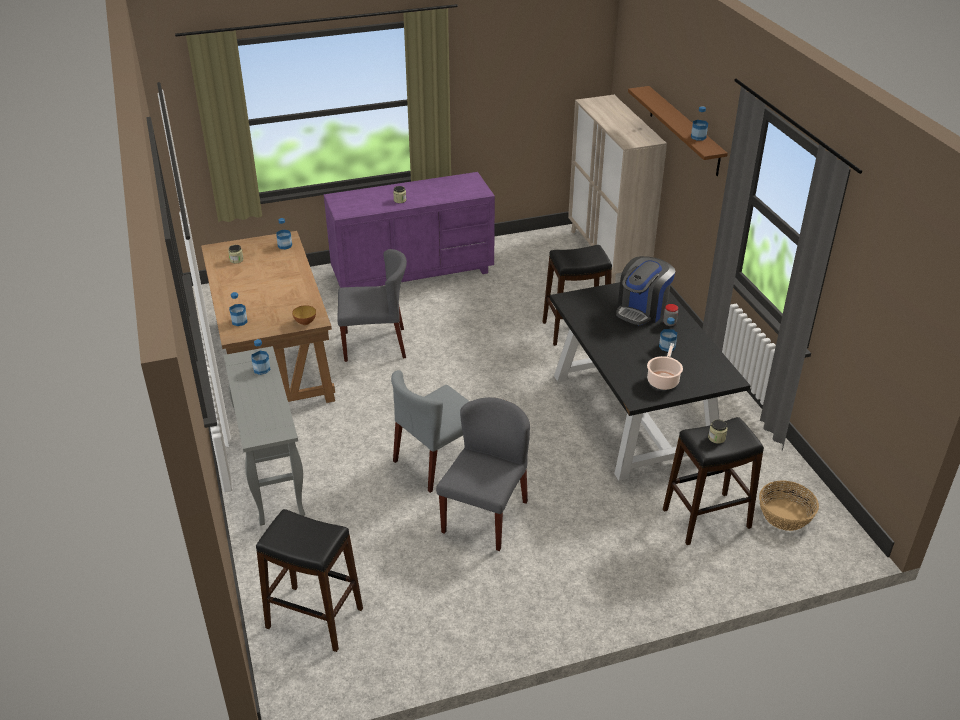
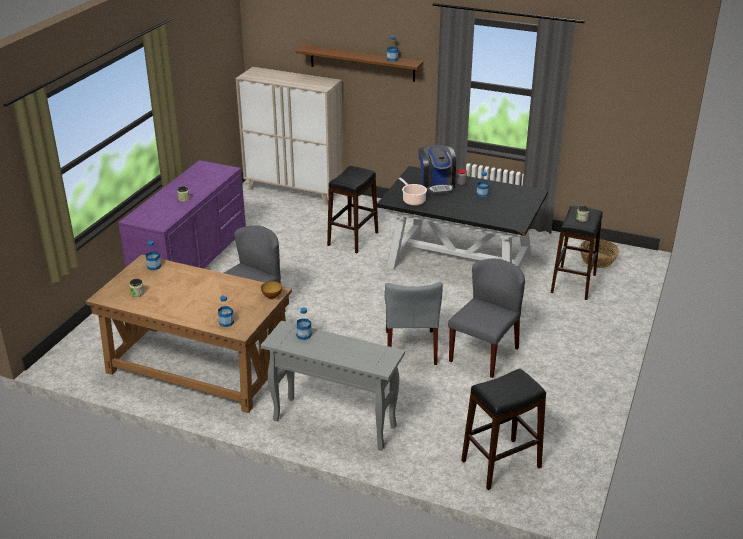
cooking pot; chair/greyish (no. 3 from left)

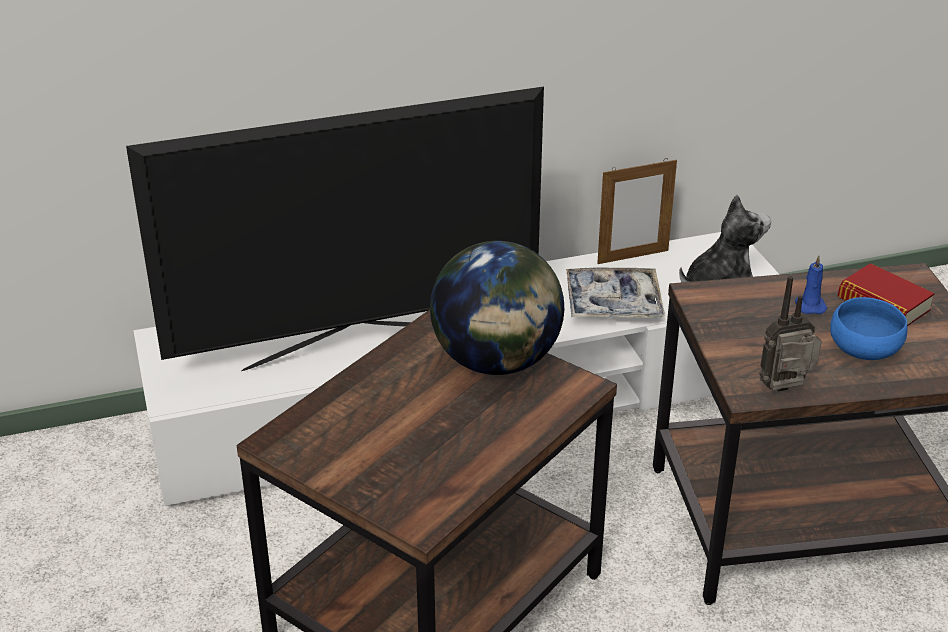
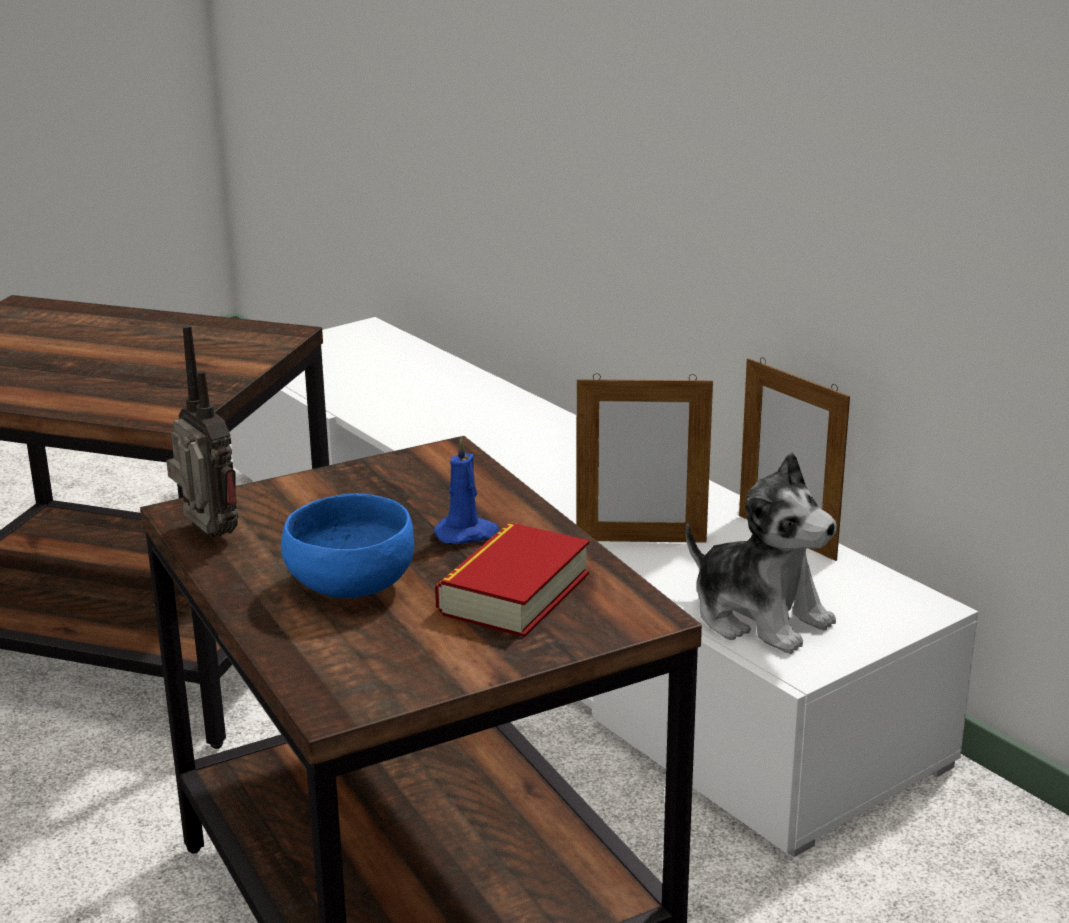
standing frame (no. 1 from left); TV; desk globe

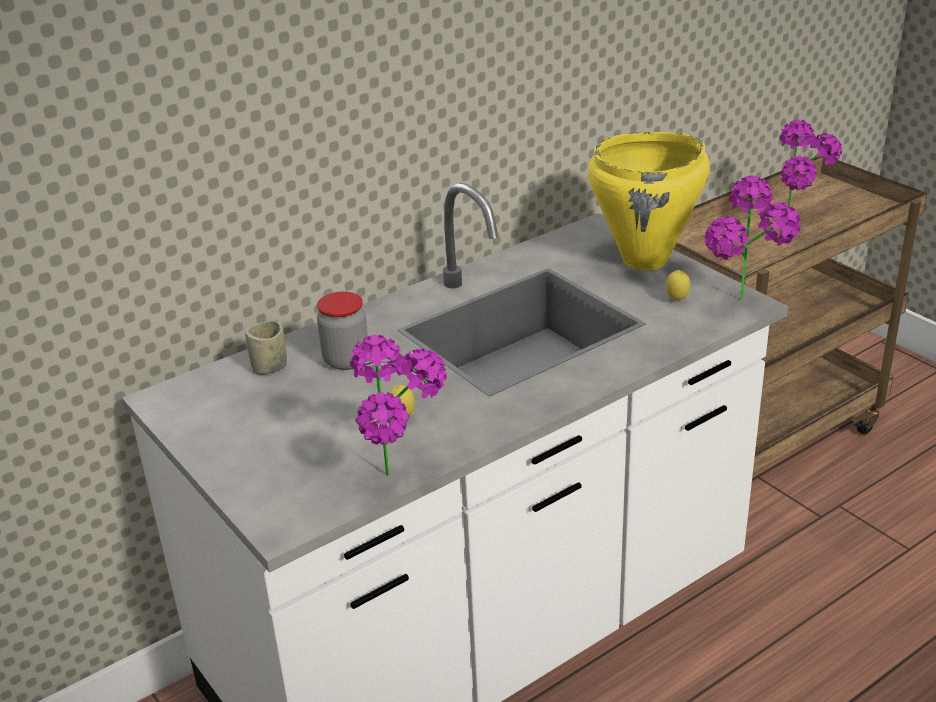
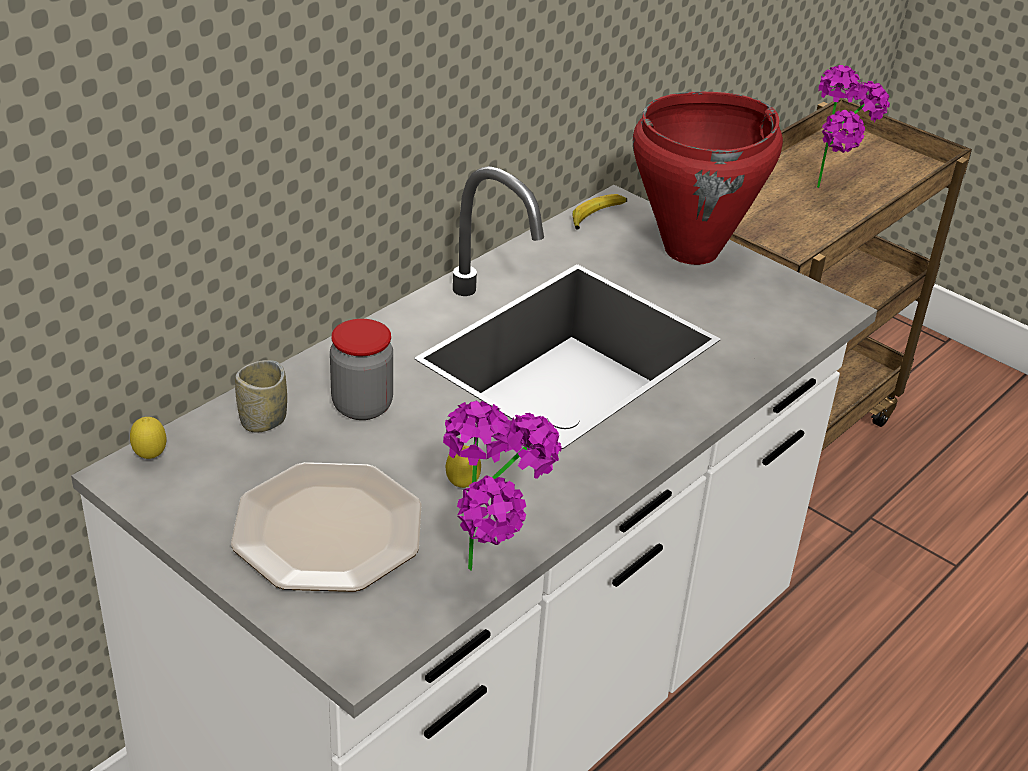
citrus fruit (no. 1 from left); dinner plate; whole banana; cooking pot/red-coloured; potted plant (no. 2 from left in the first image)

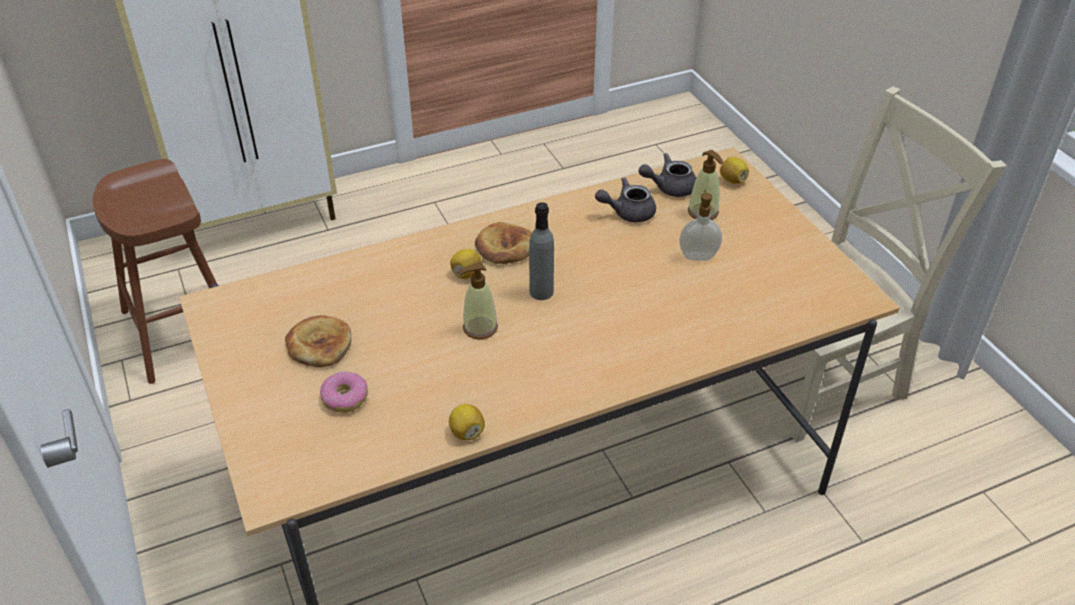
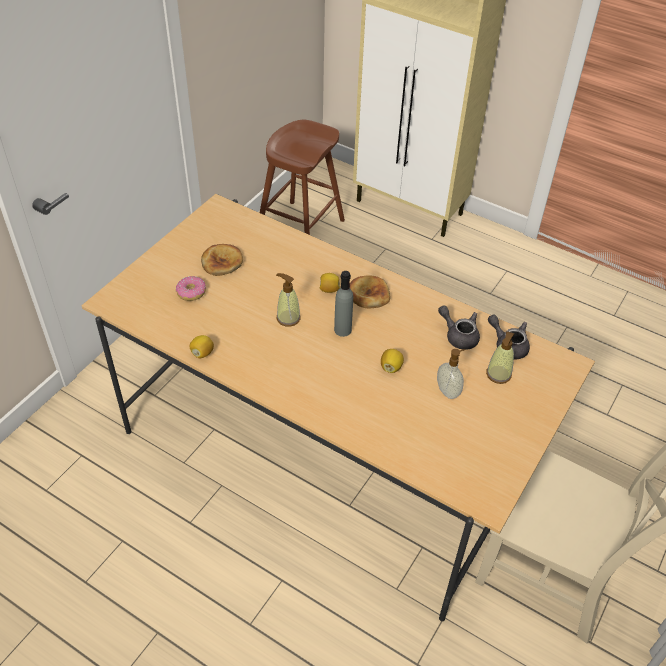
citrus fruit (no. 3 from left)

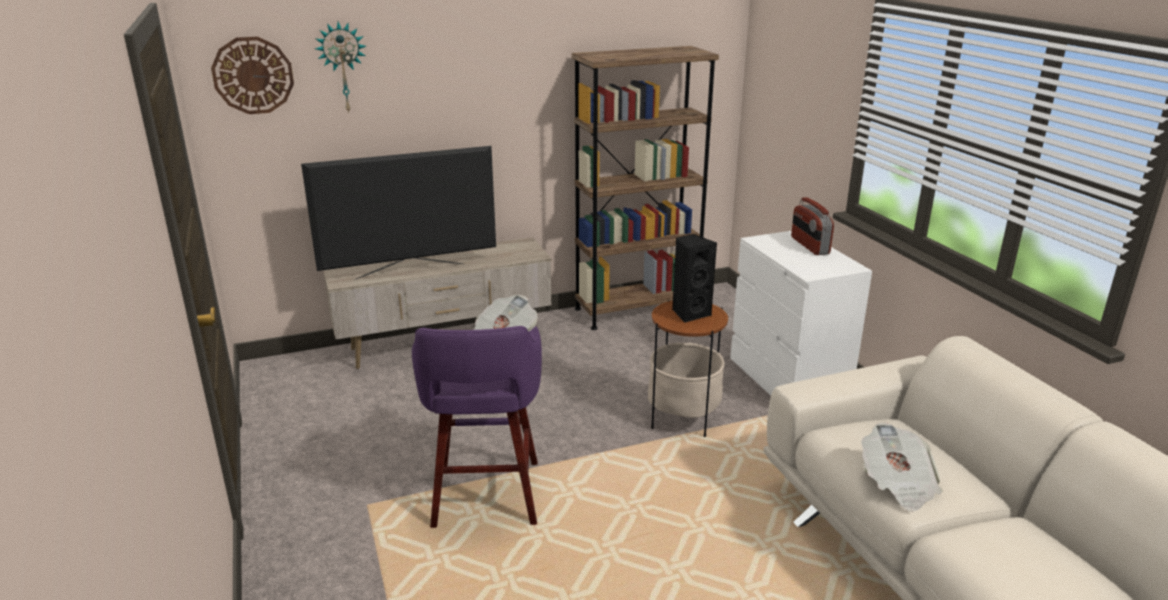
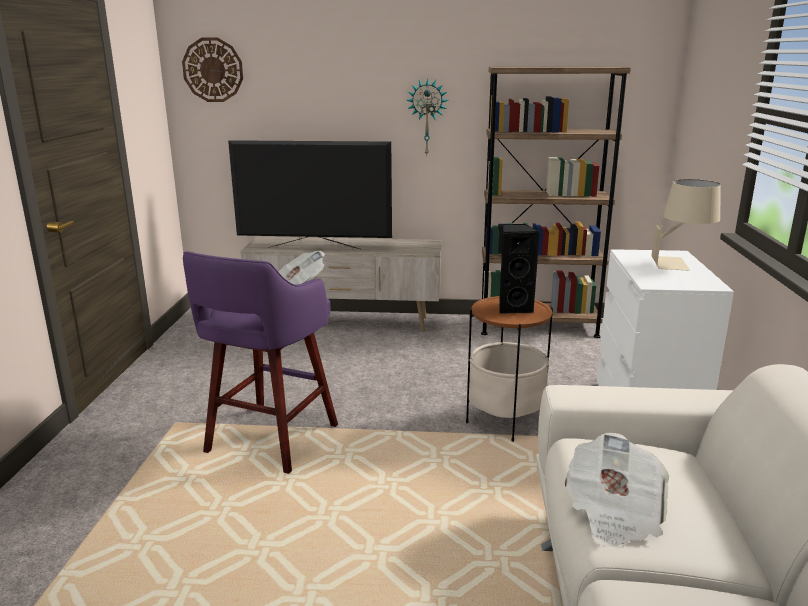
wall clock (no. 2 from left); table lamp/beige-coloured

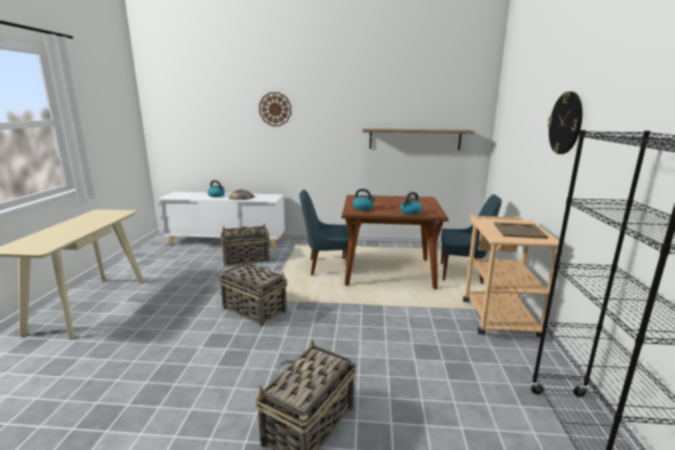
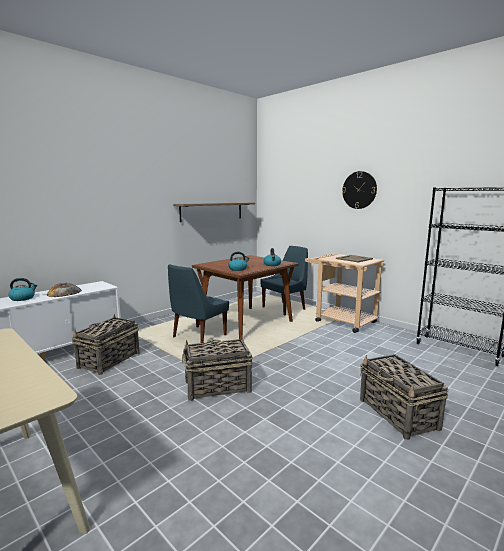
wall clock (no. 1 from left in the first image)

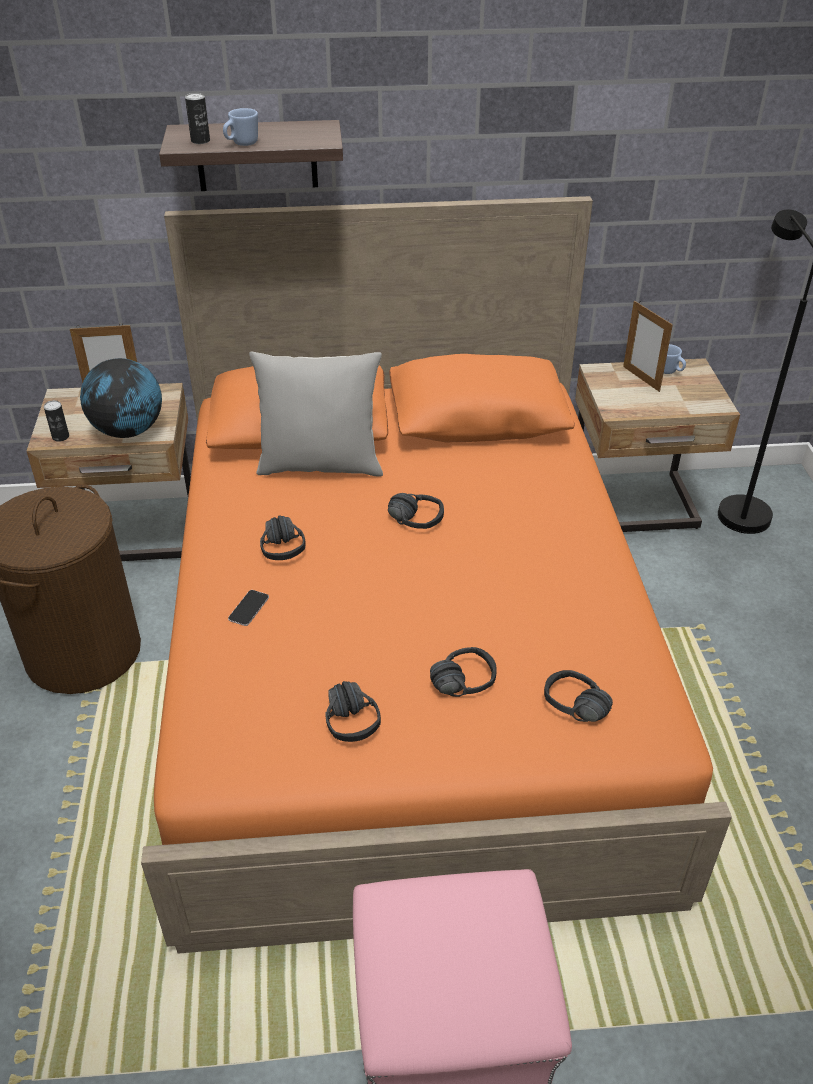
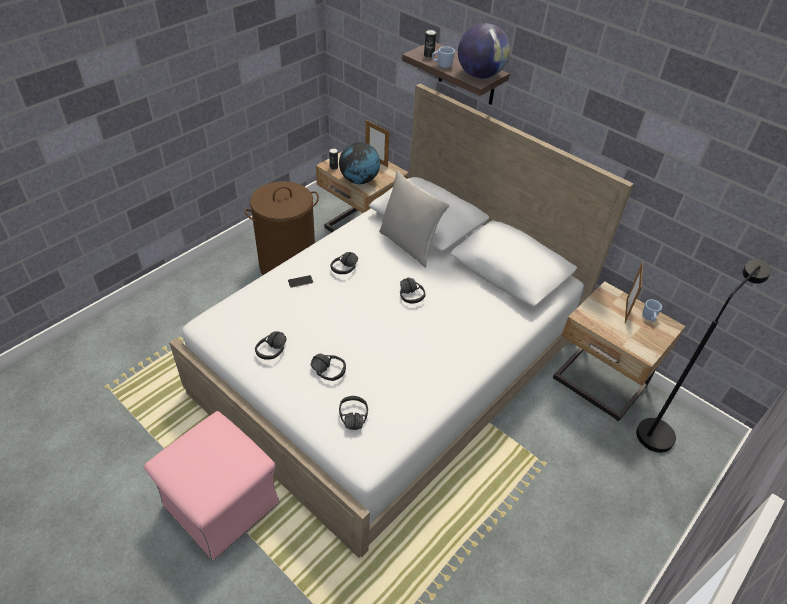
bedroom bed/white; desk globe (no. 2 from left)

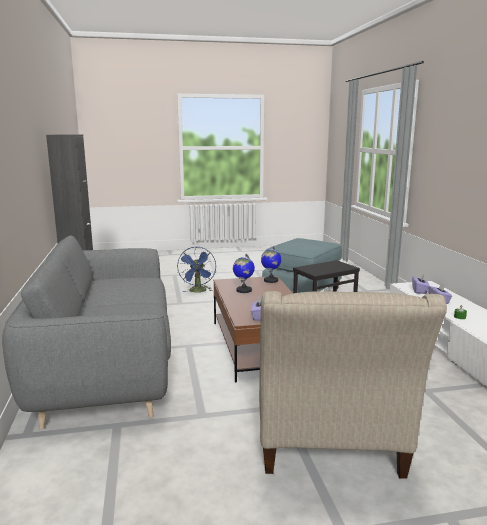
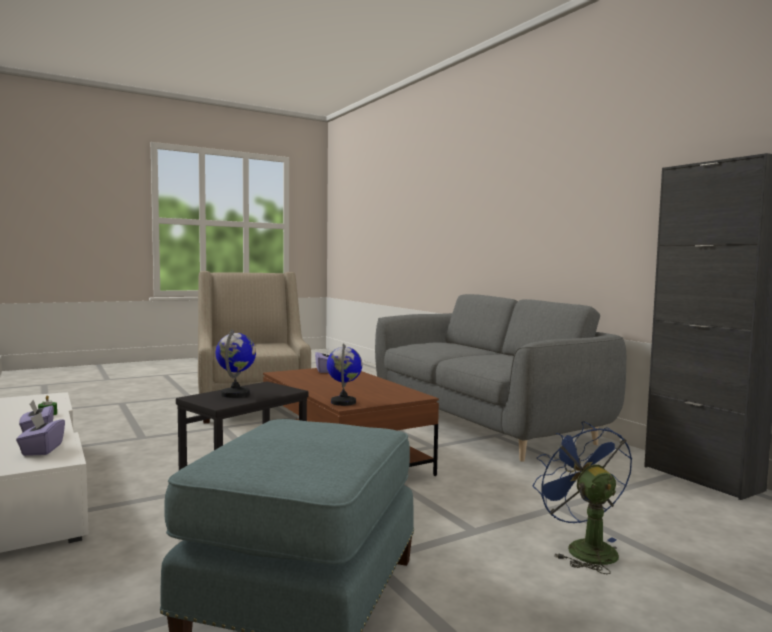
desk globe (no. 1 from left)

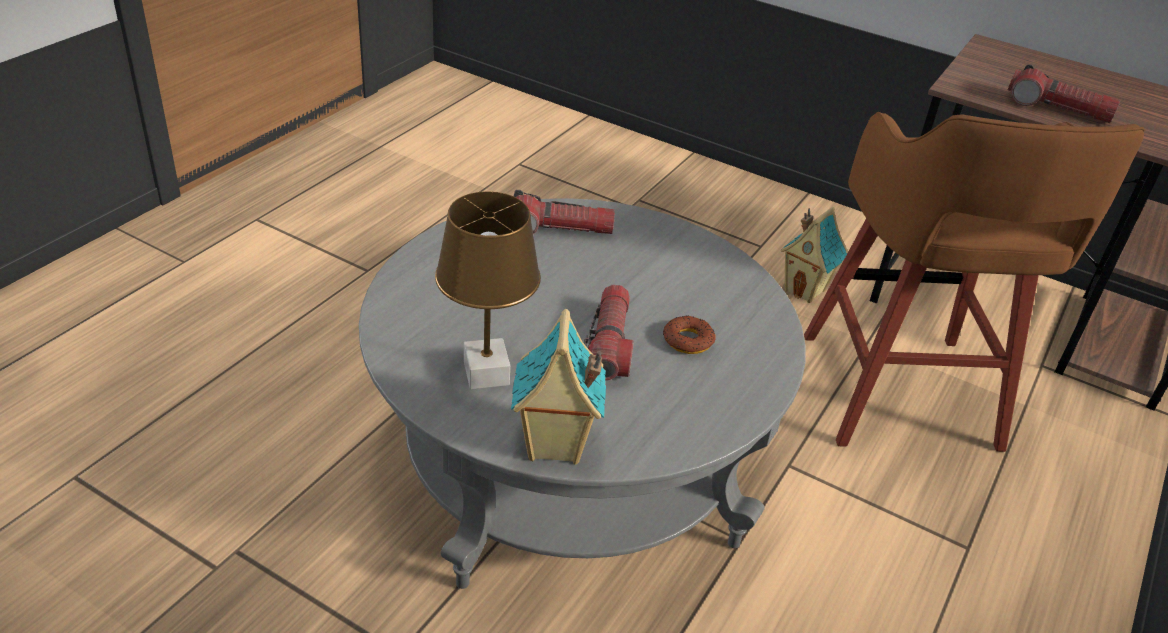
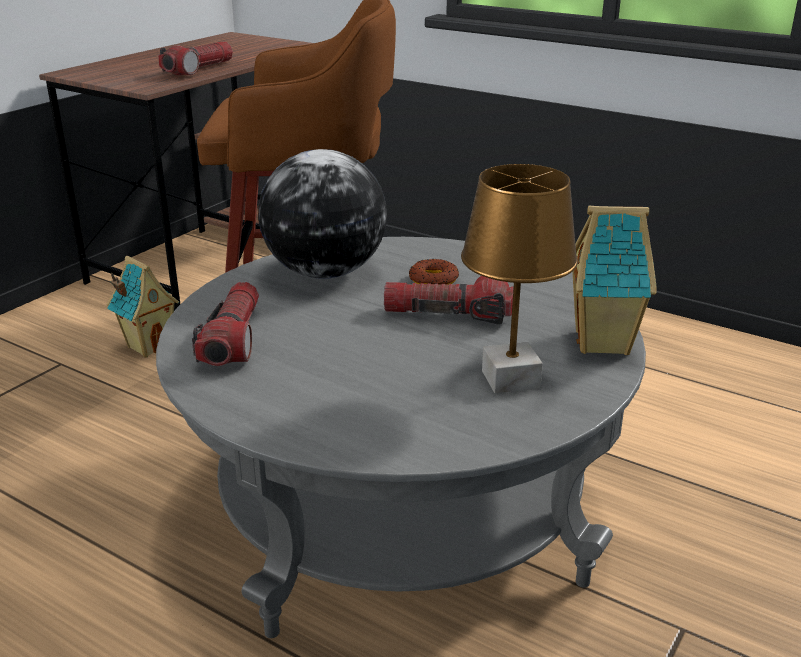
desk globe

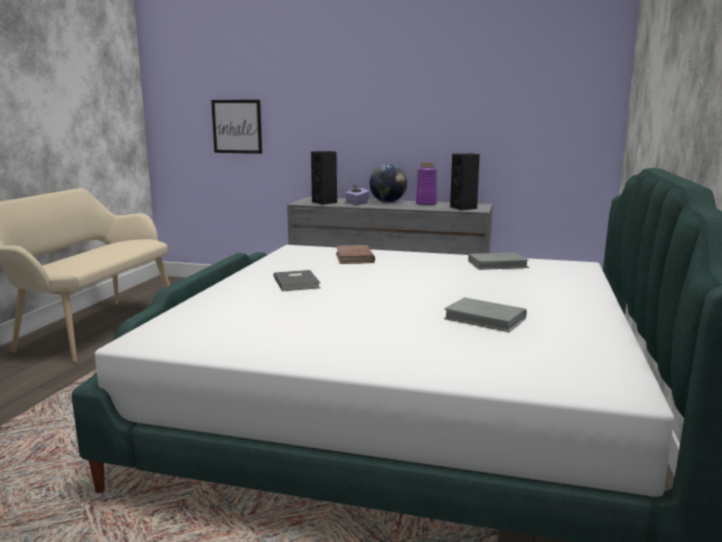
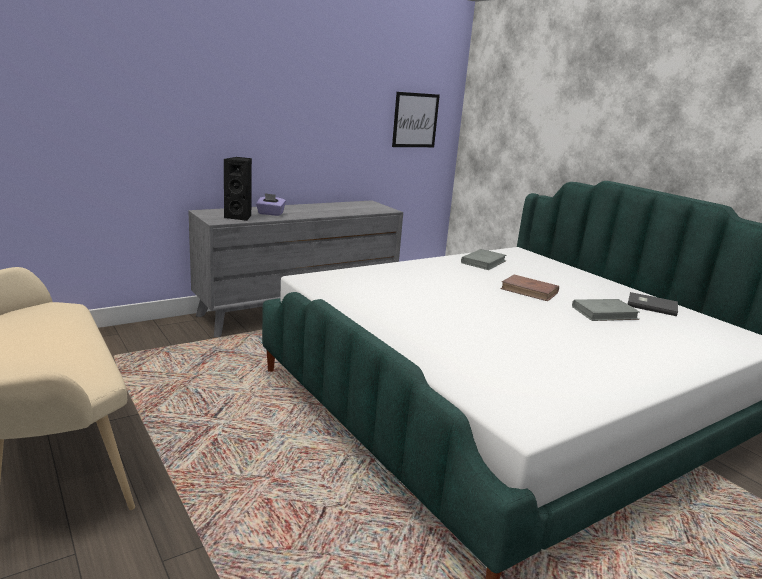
picture; volume/brown-coloured; volume/greyish (no. 3 from left); desk globe; vase/purple-coloured; audio speaker/blackish (no. 2 from left in the first image)

